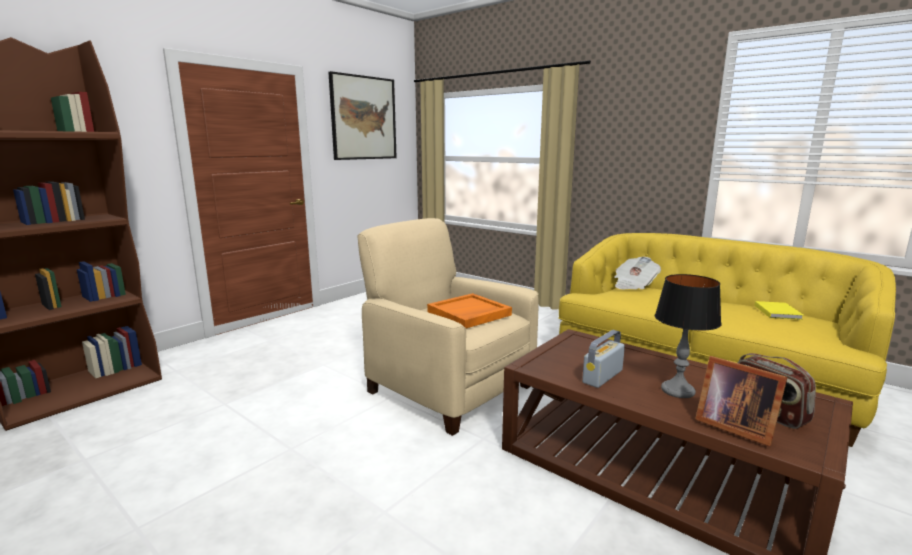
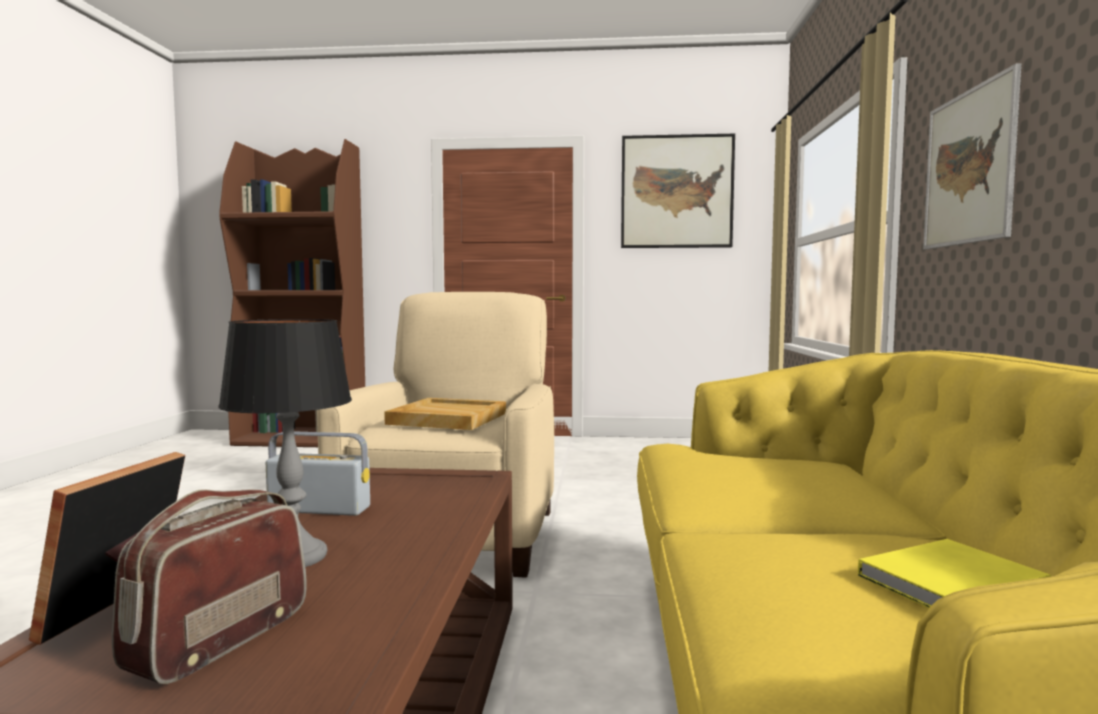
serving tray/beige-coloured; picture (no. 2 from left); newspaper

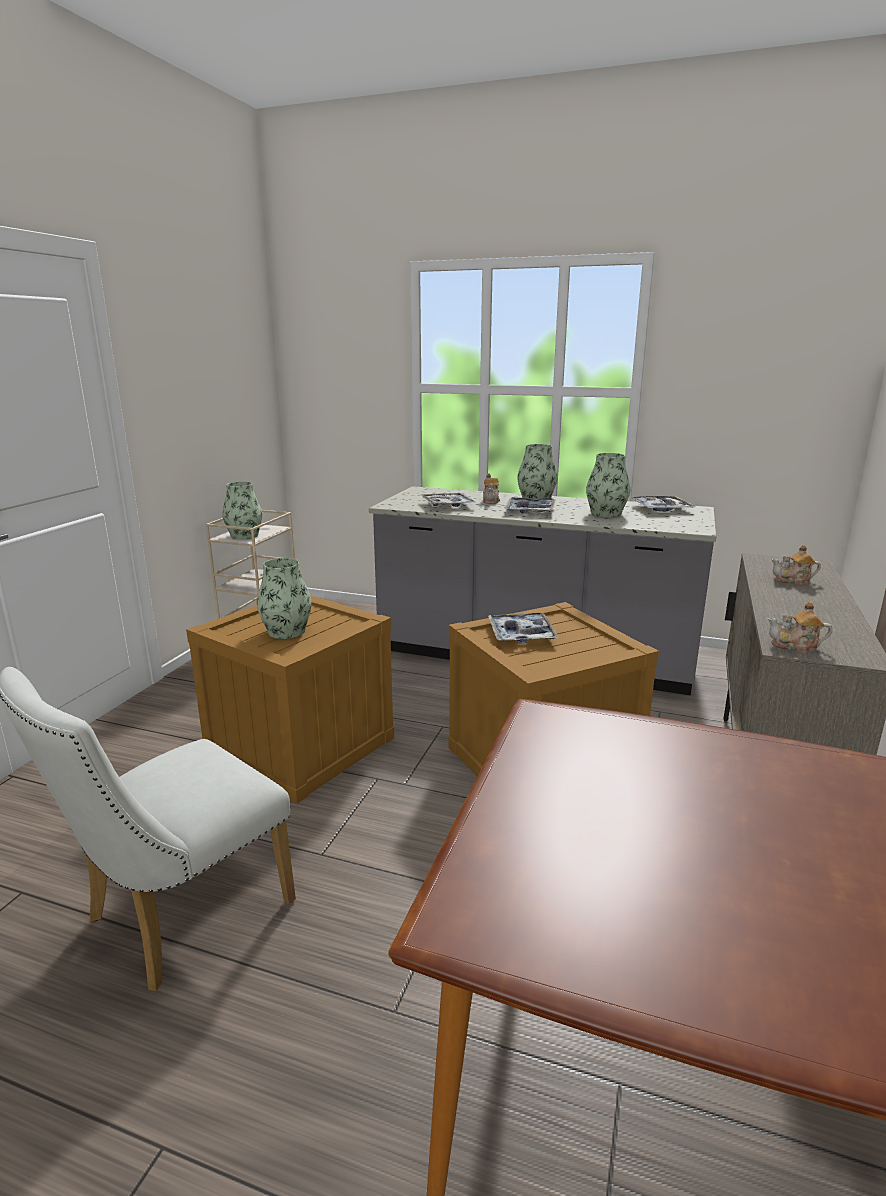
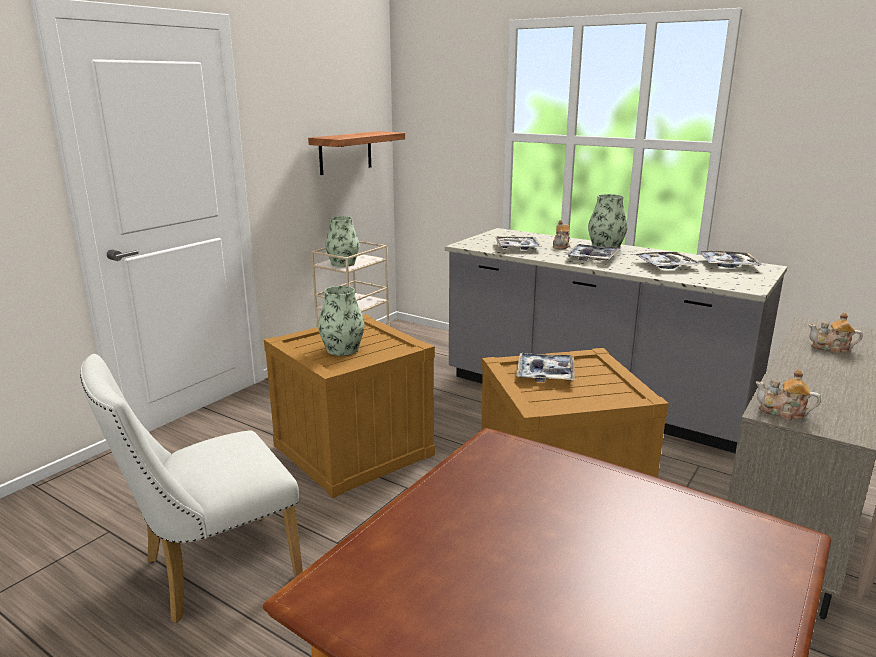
wall shelf; serving tray (no. 4 from left)

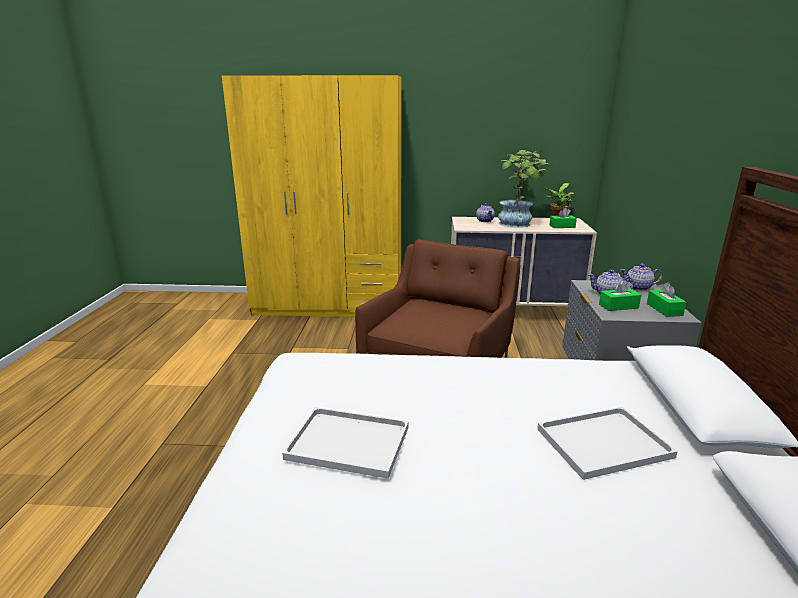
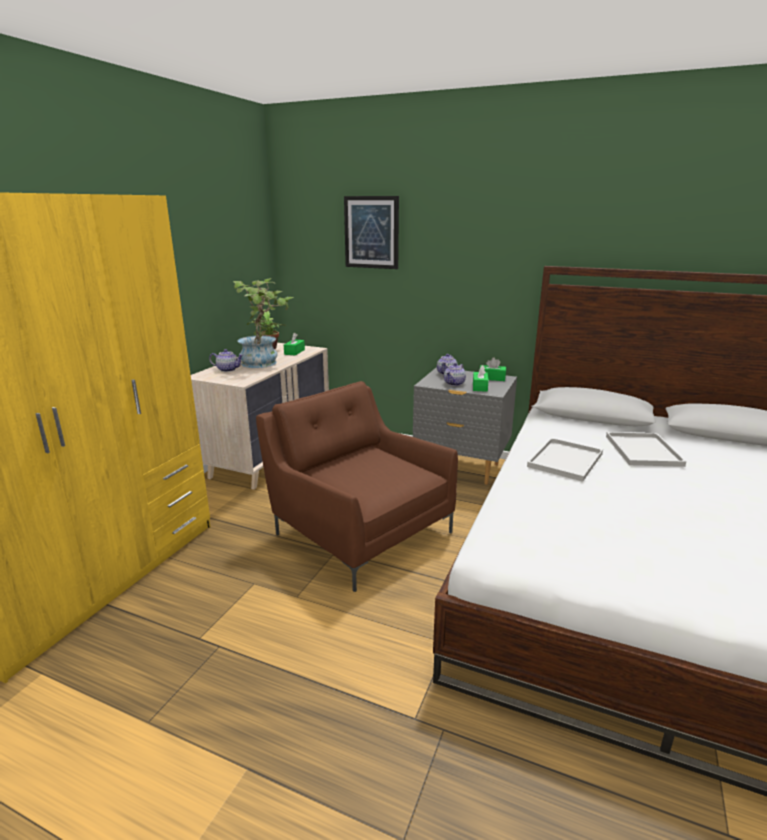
picture; serving tray/white (no. 1 from left)

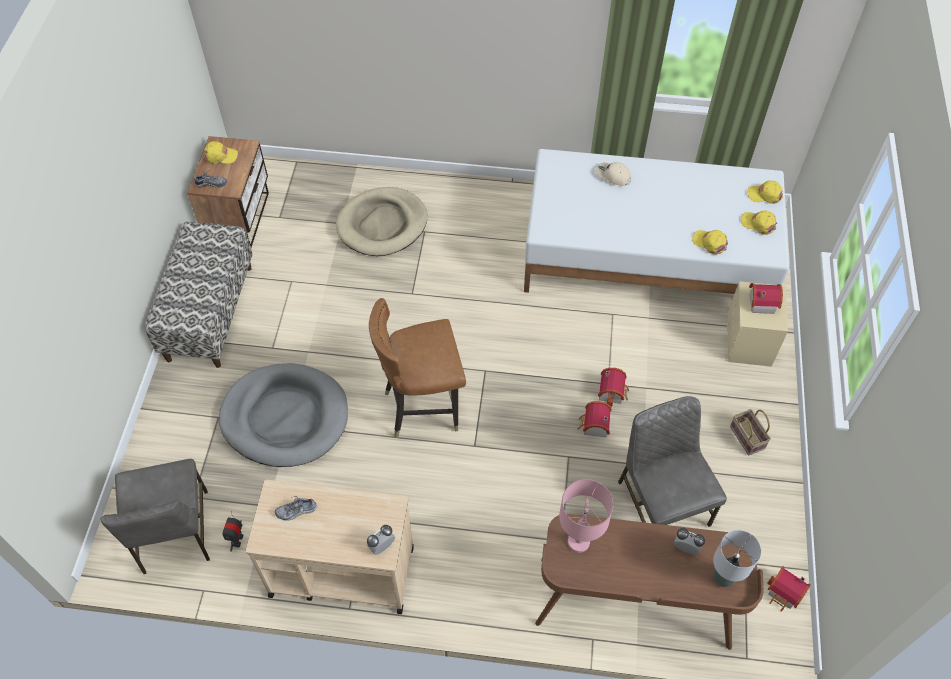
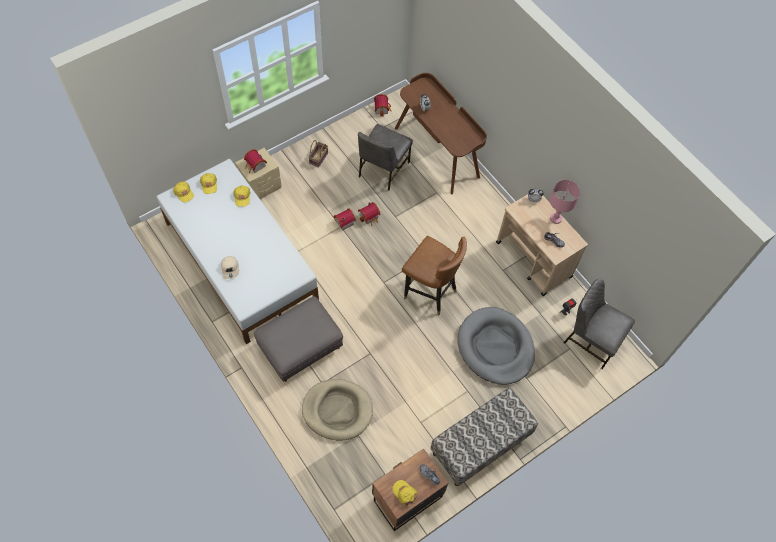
footrest/greyish; table lamp/pink-coloured; chair/greyish (no. 2 from left); table lamp/greyish

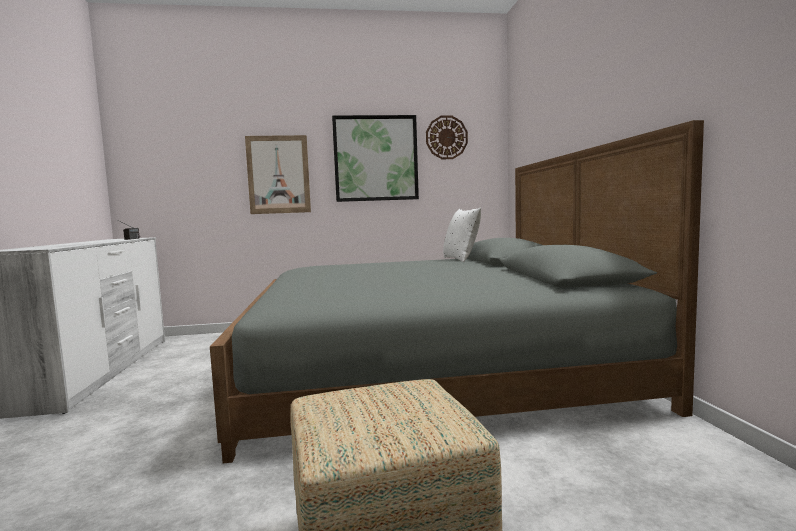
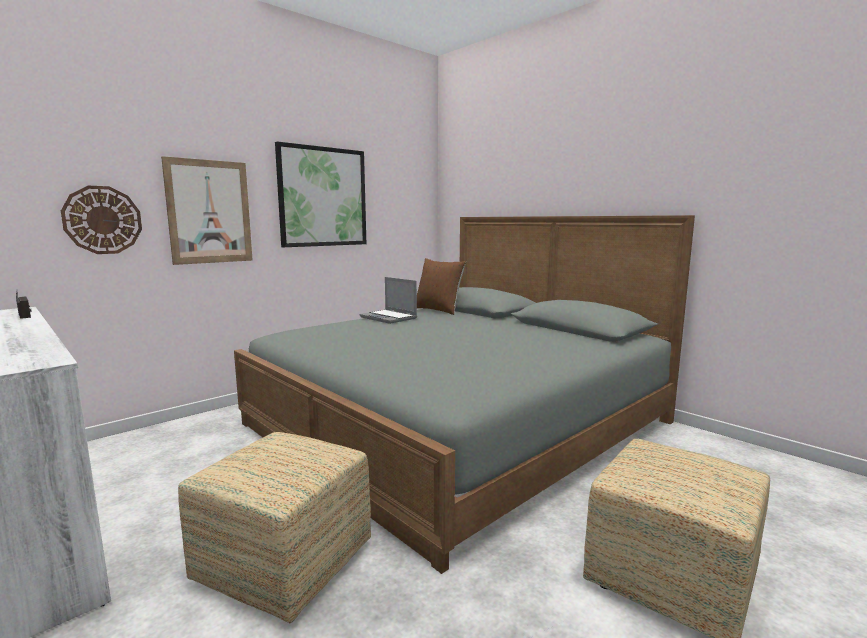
wall clock; footrest (no. 1 from left); laptop; throw pillow/brown-coloured

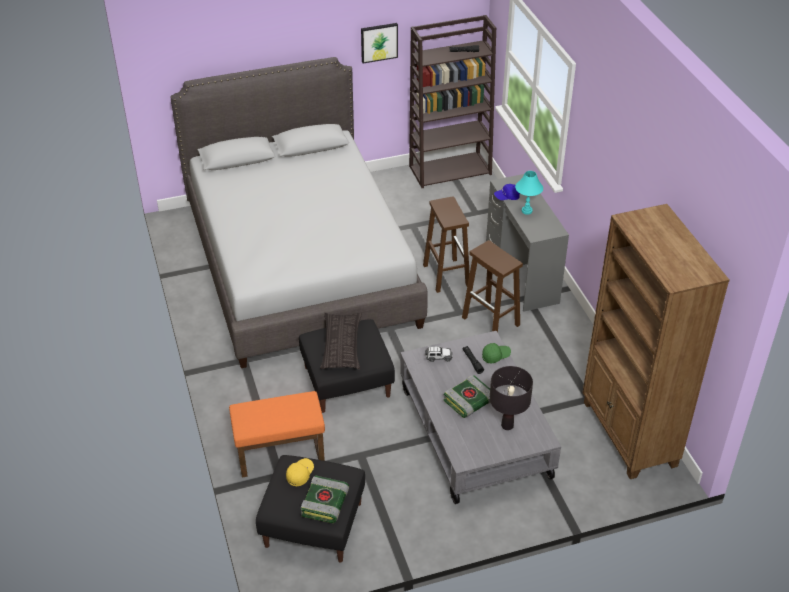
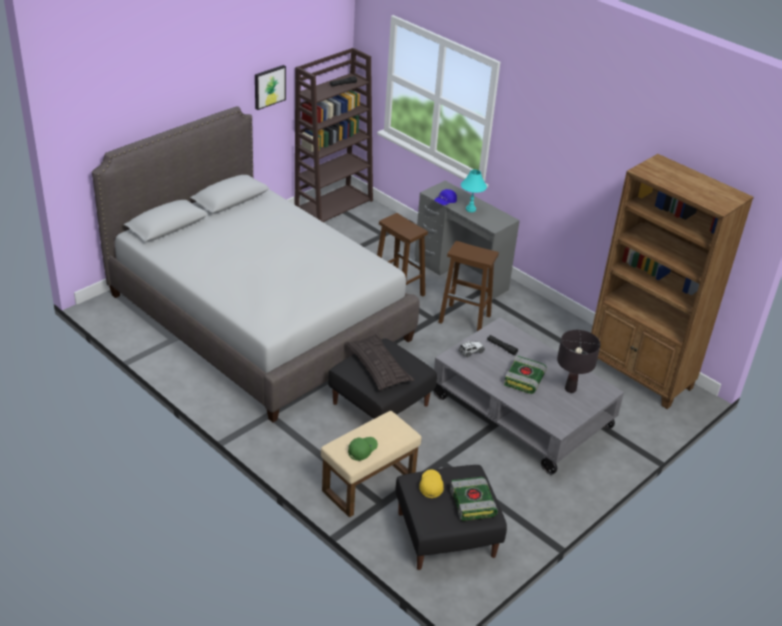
footrest/beige-coloured; baseball cap/green-coloured

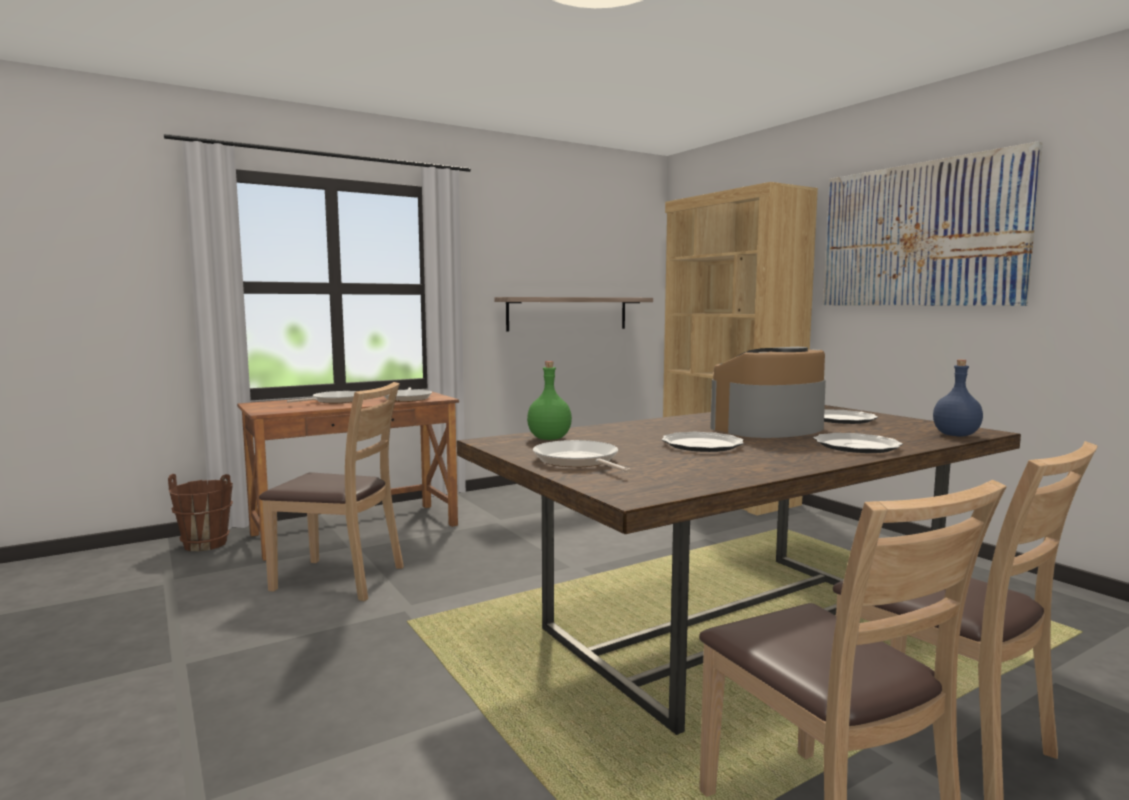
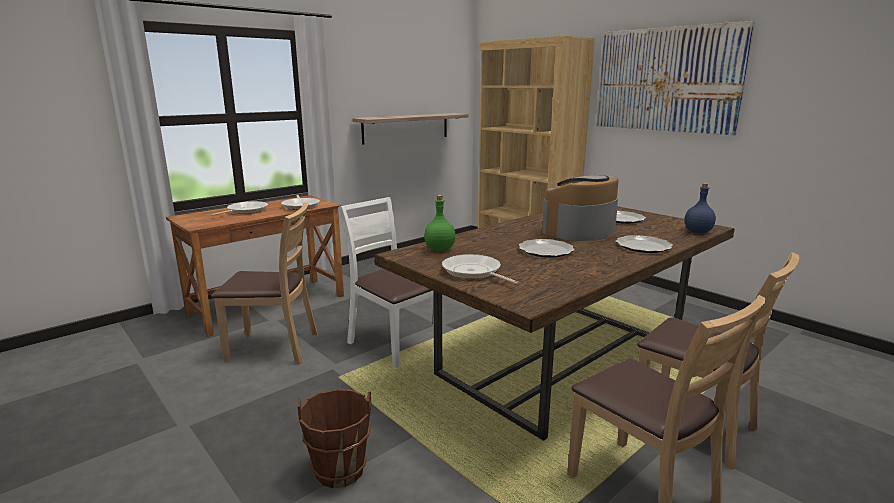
bucket/brown-coloured; chair/white

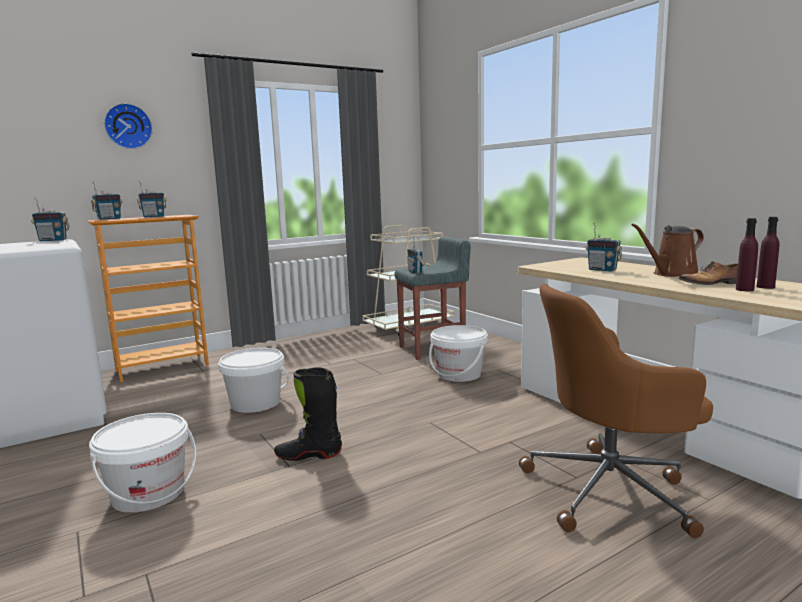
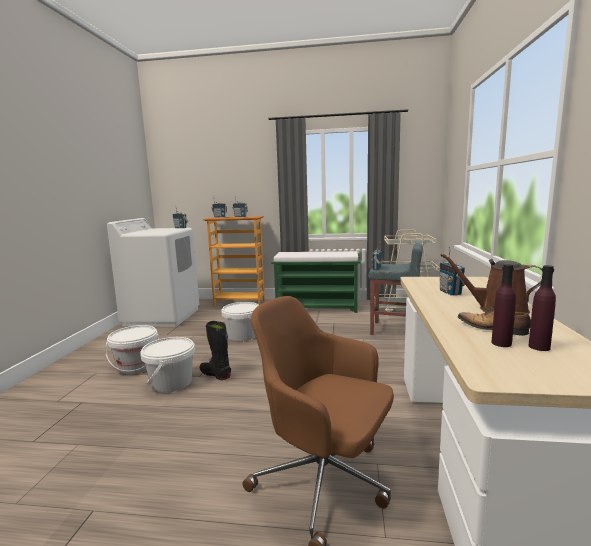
bucket/white (no. 2 from left); bench/green-coloured; wall clock

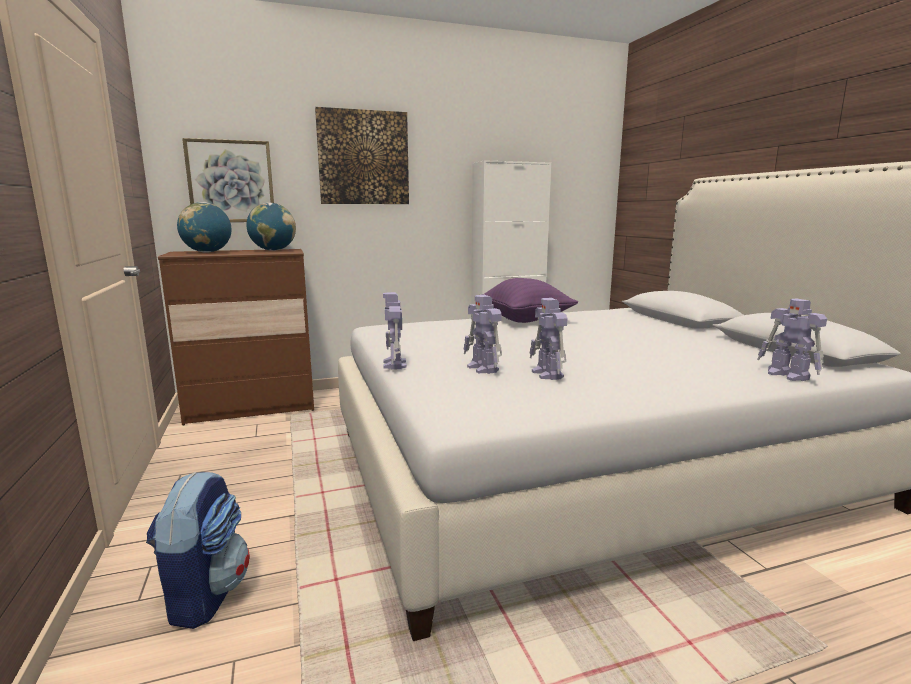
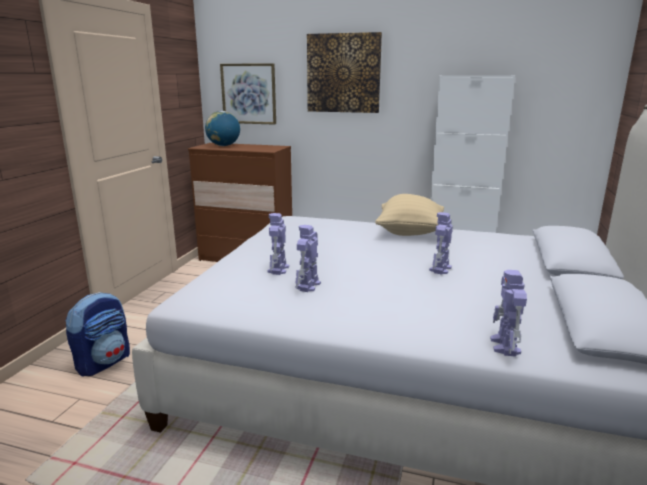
throw pillow/beige-coloured; toy robot (no. 3 from left); desk globe (no. 2 from left in the first image)

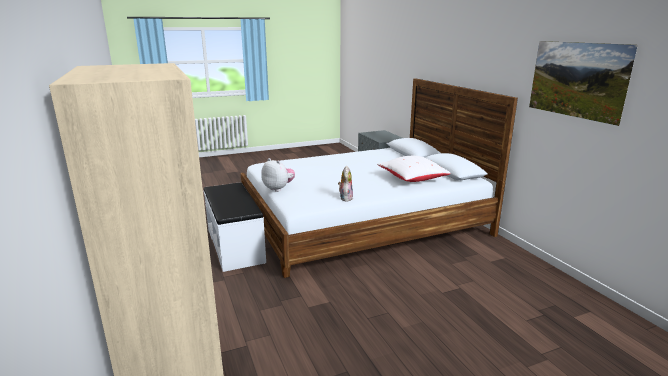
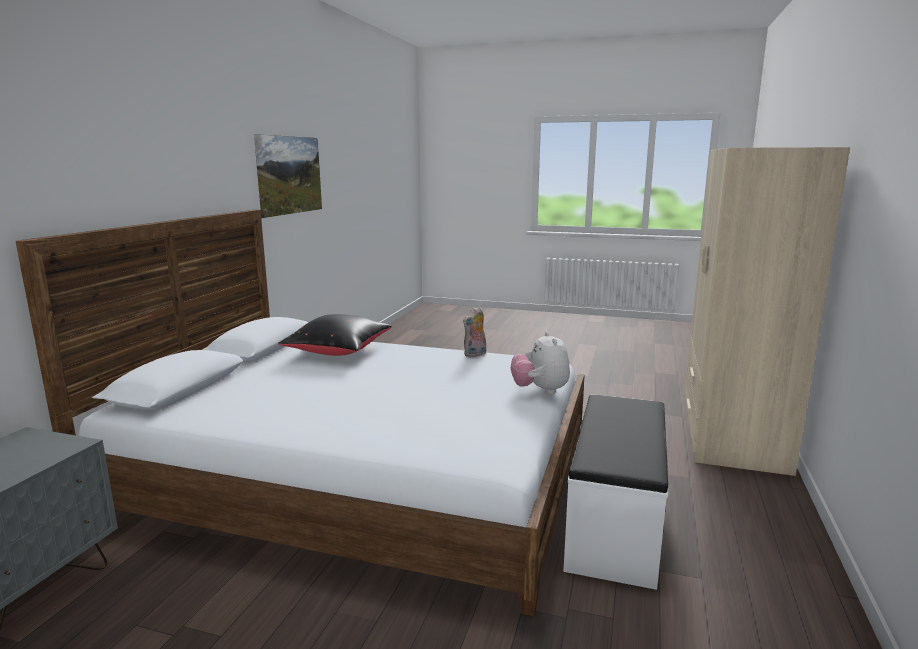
throw pillow/blackish

